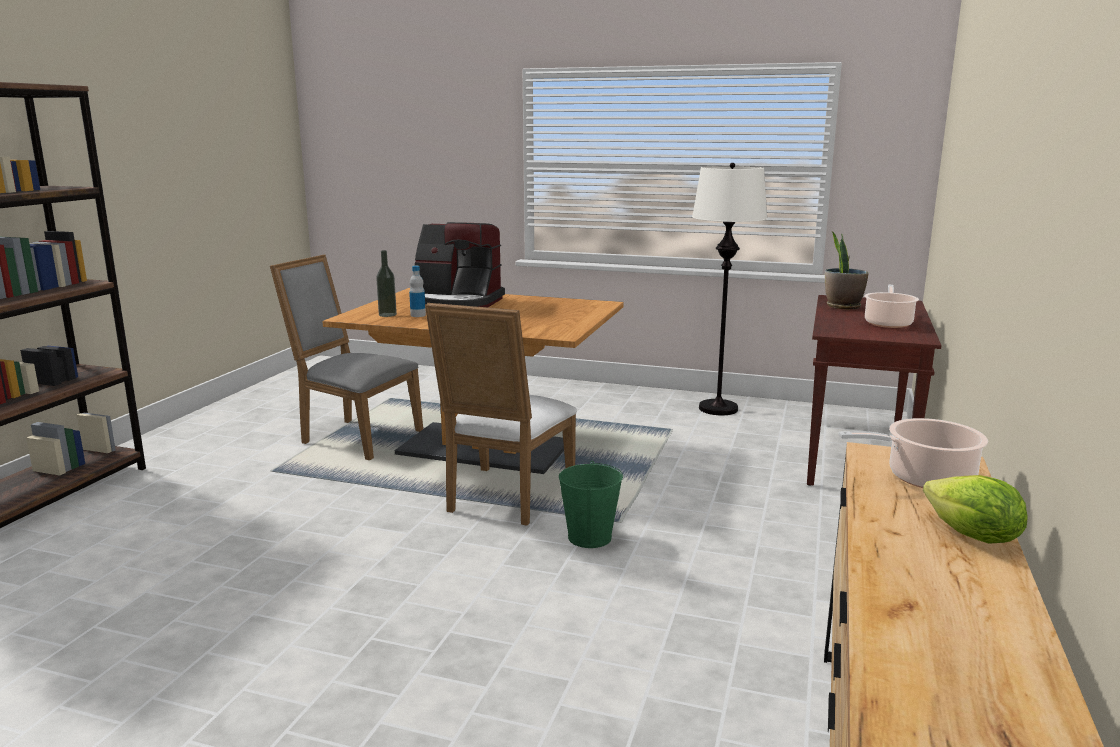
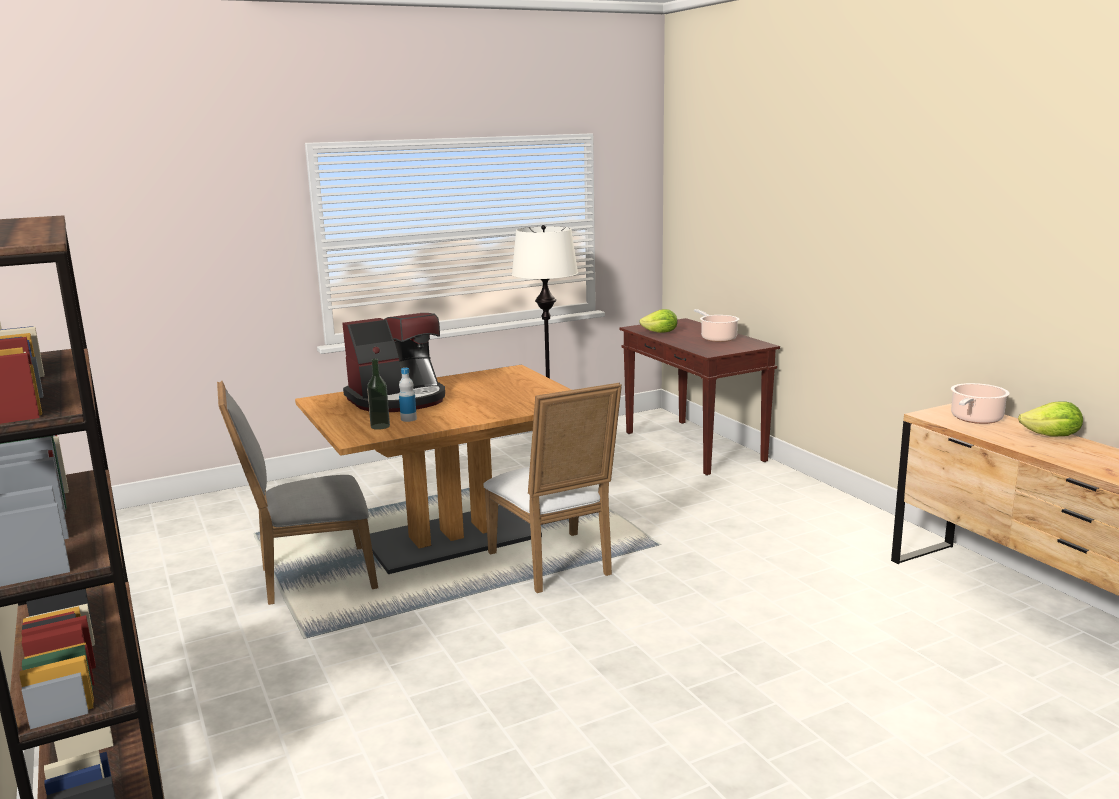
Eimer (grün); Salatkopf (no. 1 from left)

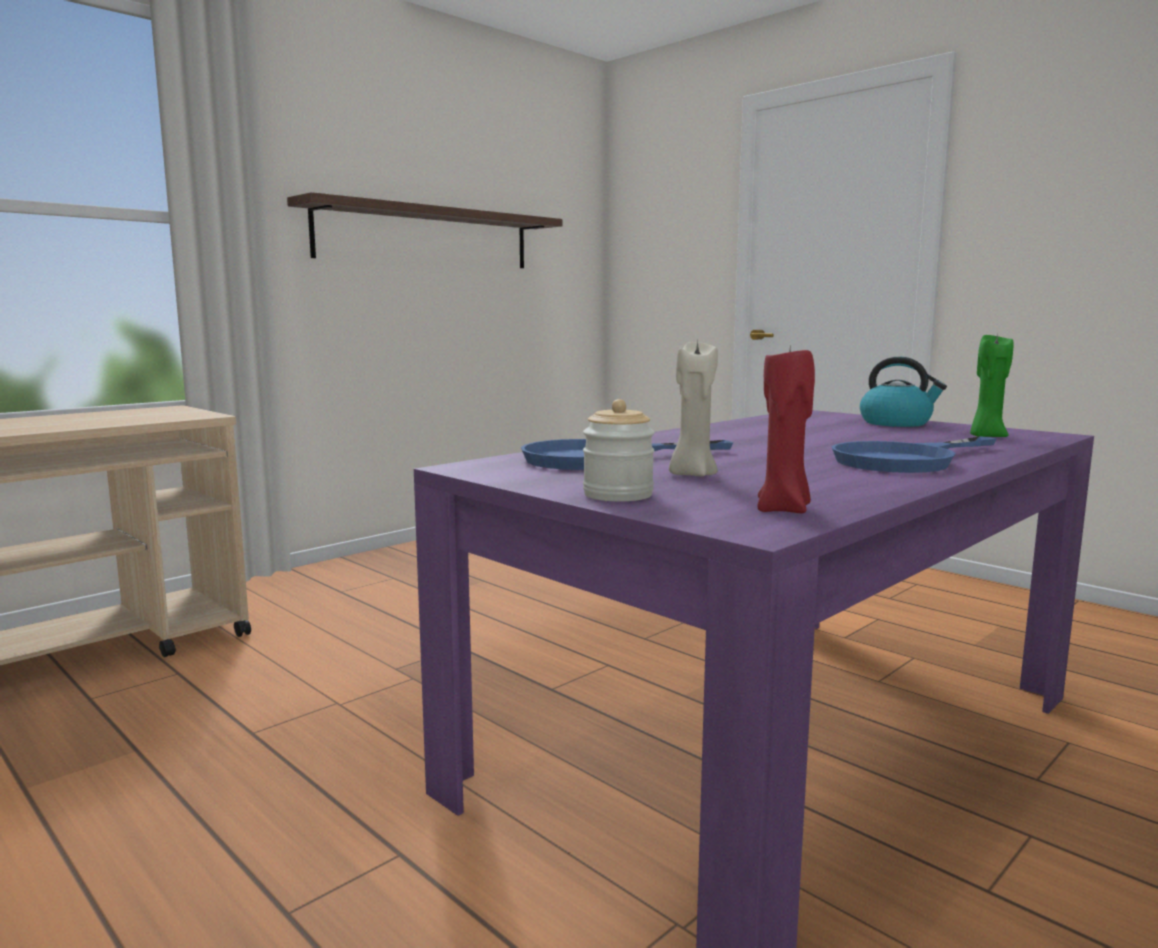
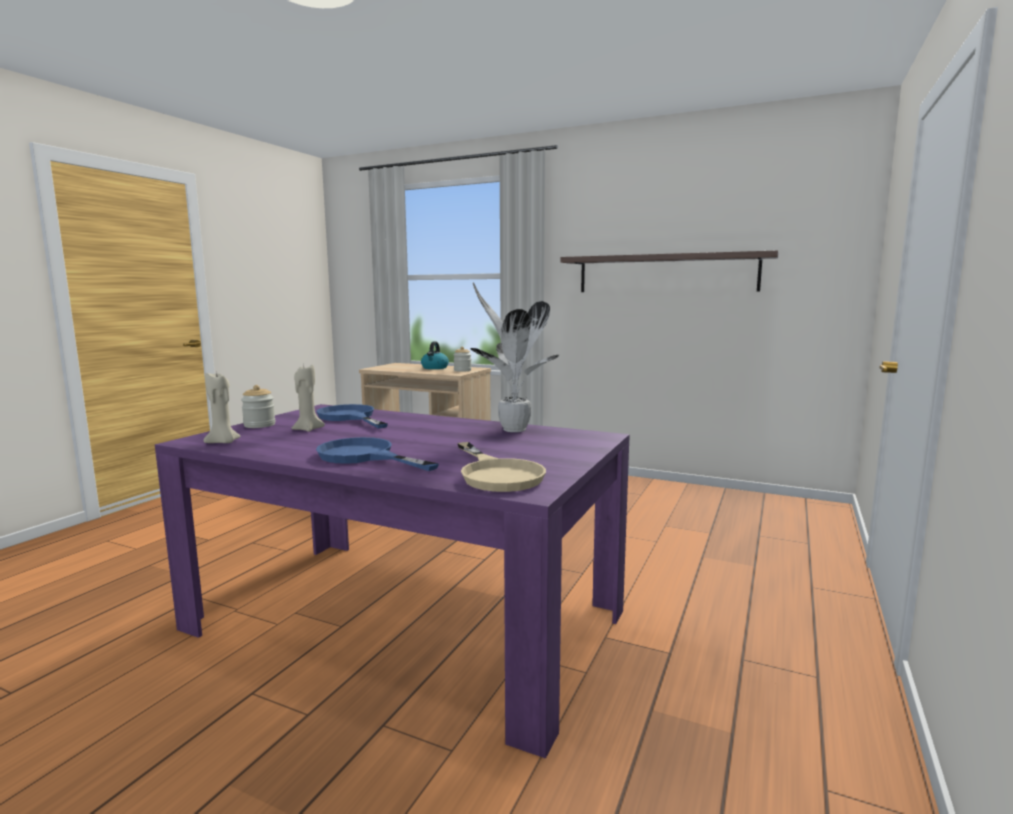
Vorratsglas (no. 2 from left); Topfpflanze; Wasserkessel; Pfanne (beige); Kerze (beige) (no. 1 from left)

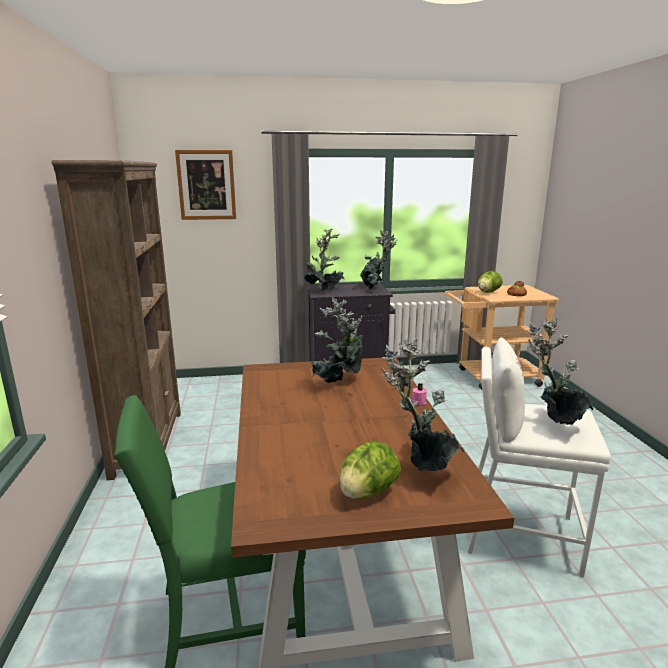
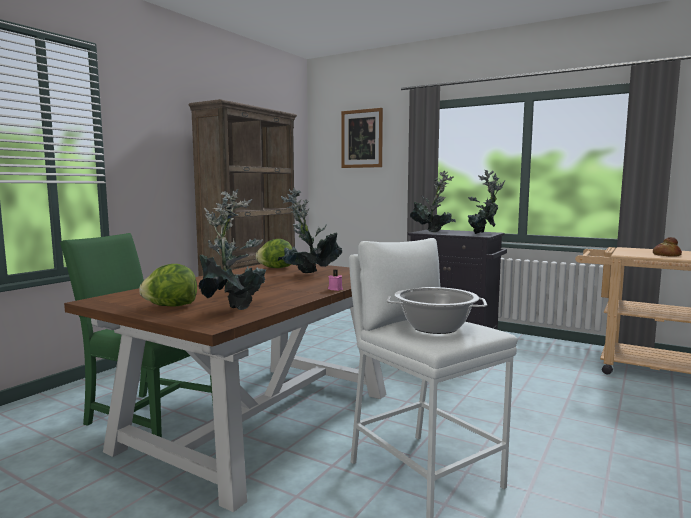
Salatkopf (no. 2 from left); Kochtopf

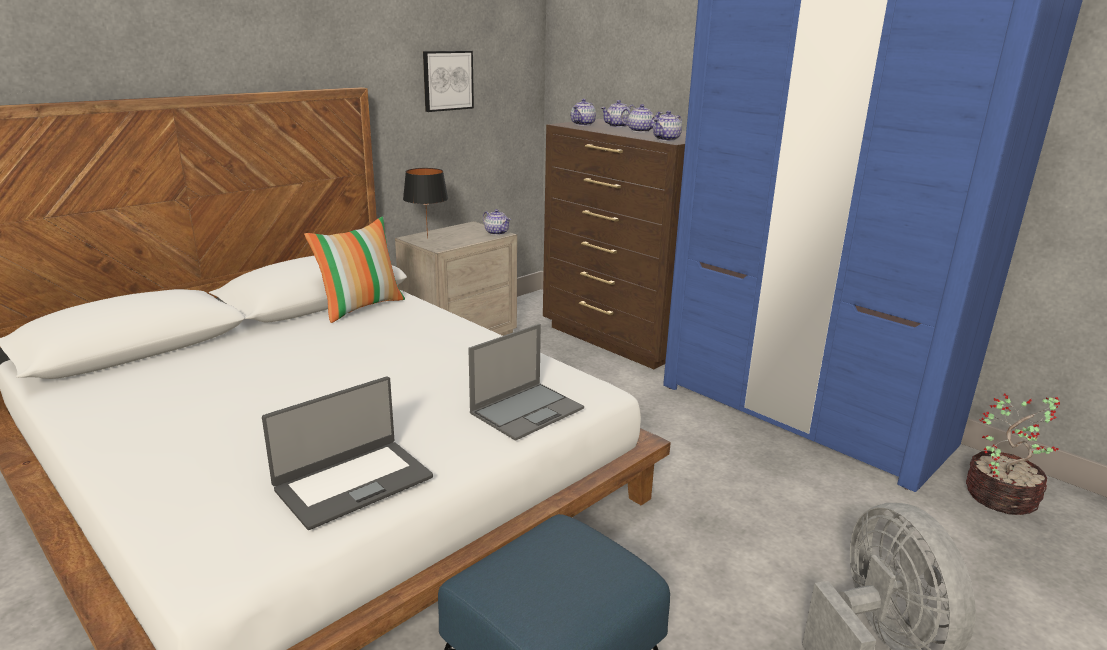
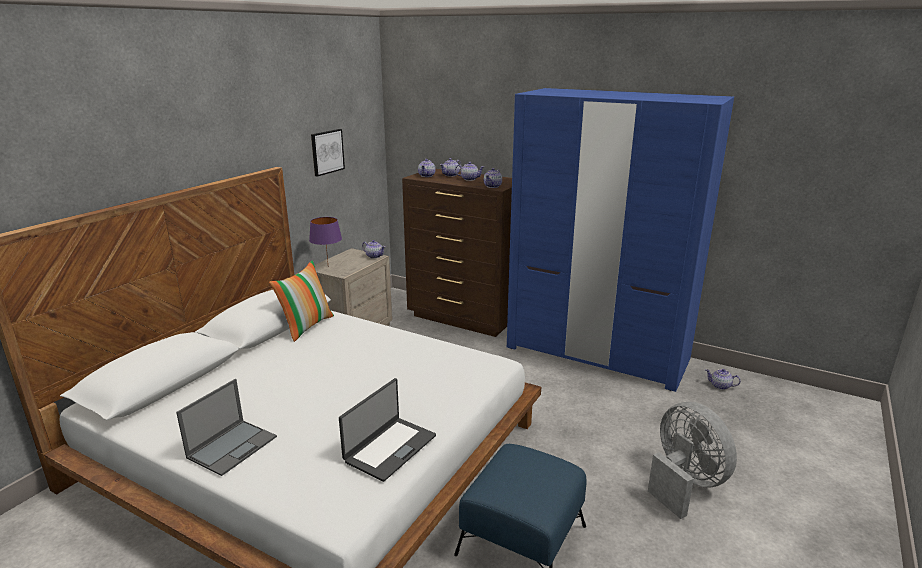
Laptop (no. 1 from left); Teekanne (no. 6 from left); Tischlampe (lila)

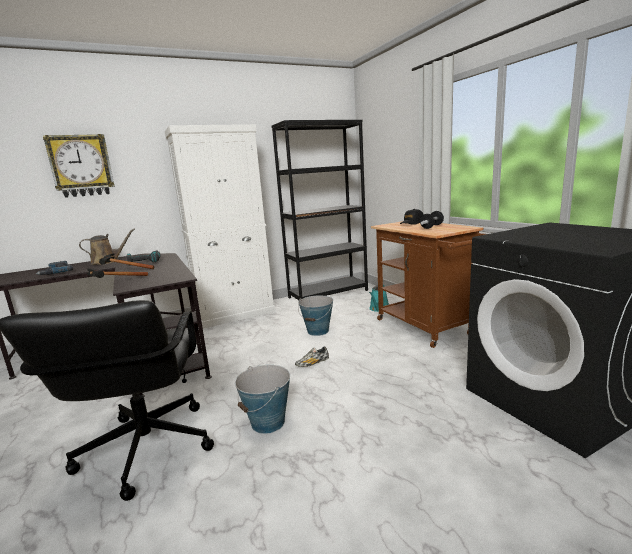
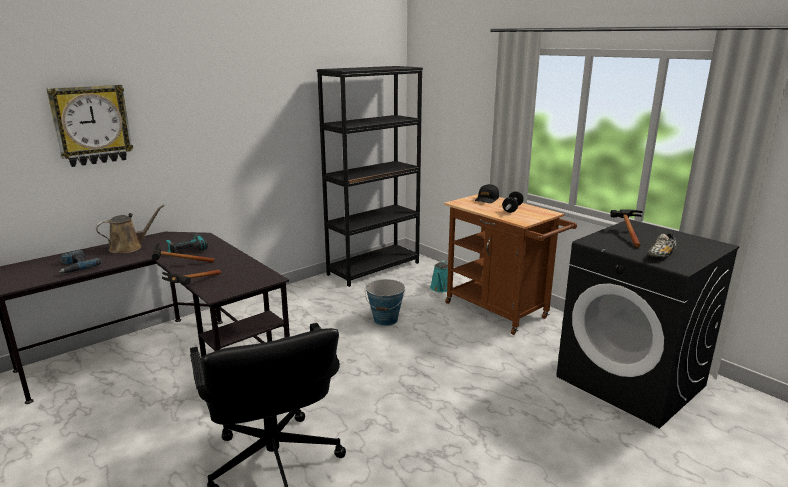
Schrank (weiß); Eimer (no. 1 from left in the first image); Hammer (no. 3 from left); Schuh

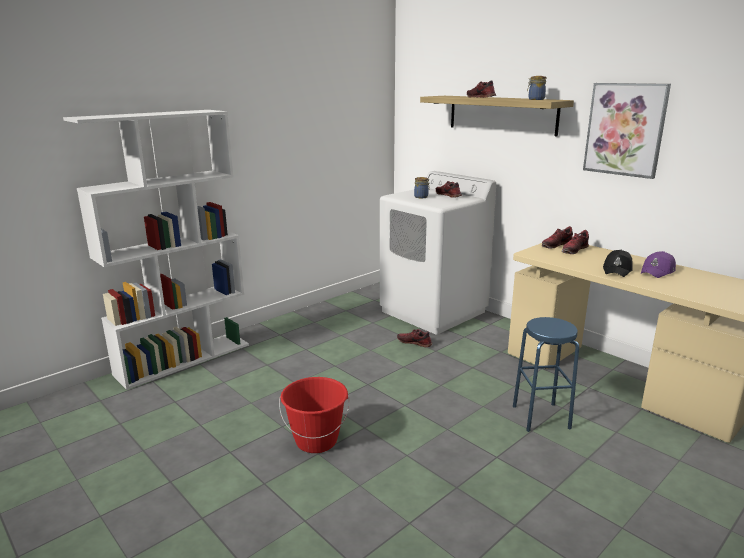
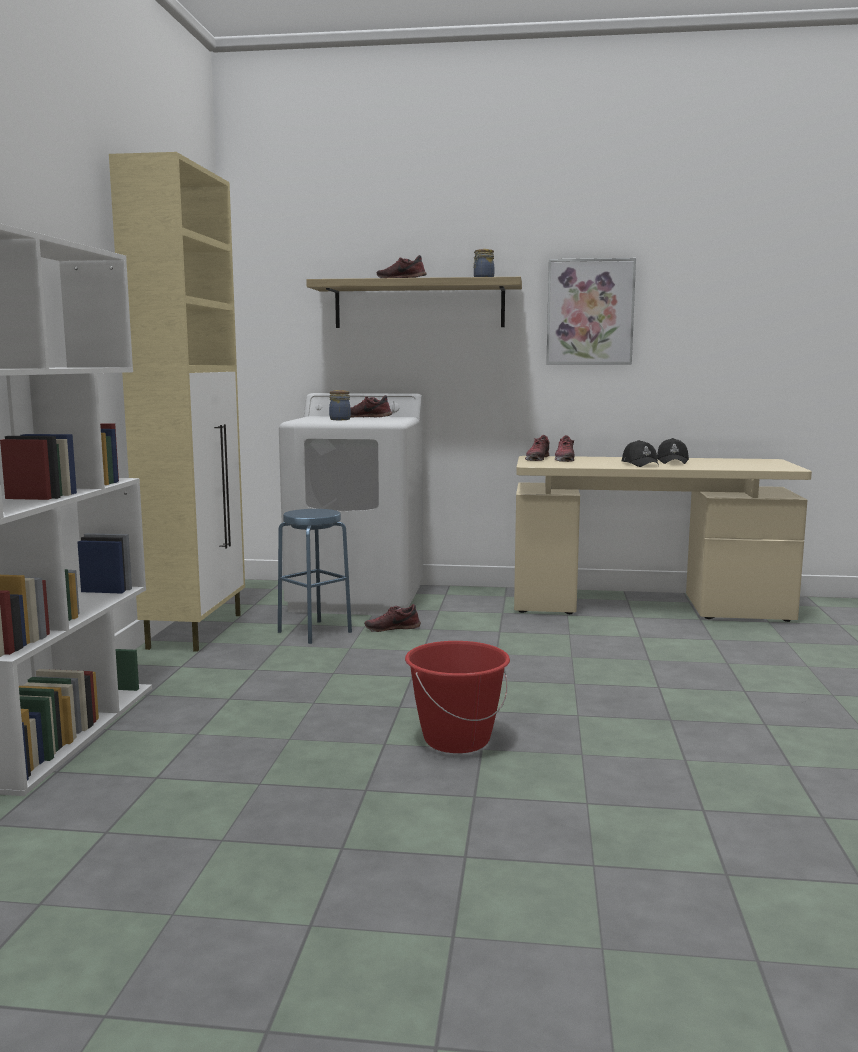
Schrank (beige); Hocker (blau); Kappe (schwarz) (no. 2 from left)

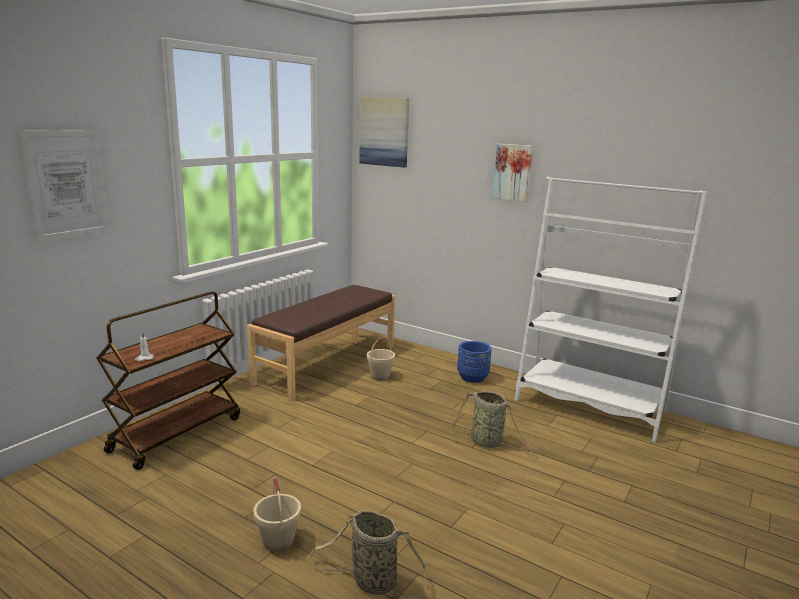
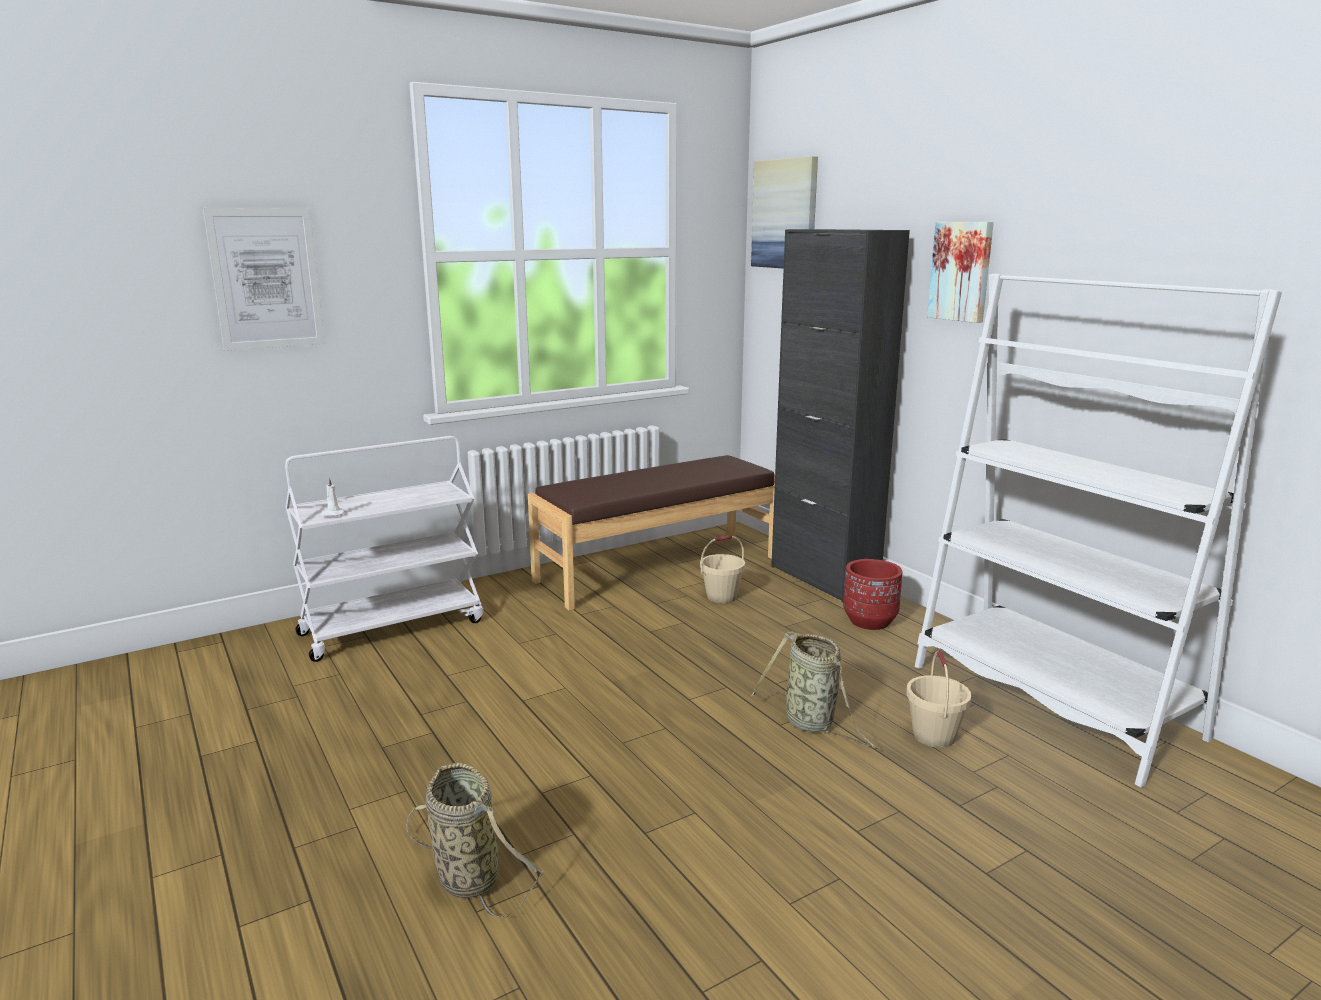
Schrank (schwarz); Eimer (beige) (no. 2 from left); Rollwagen (weiß); Pflanzkübel (rot)

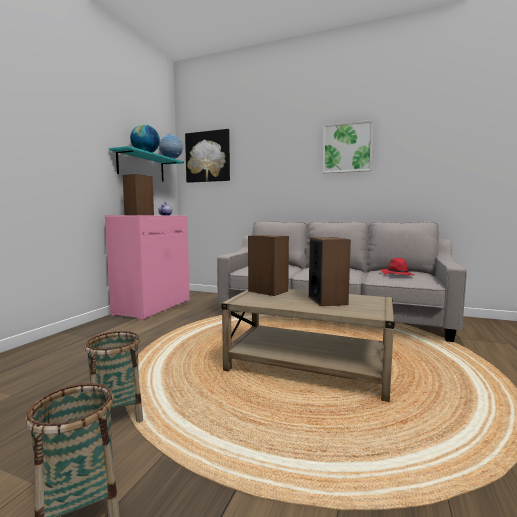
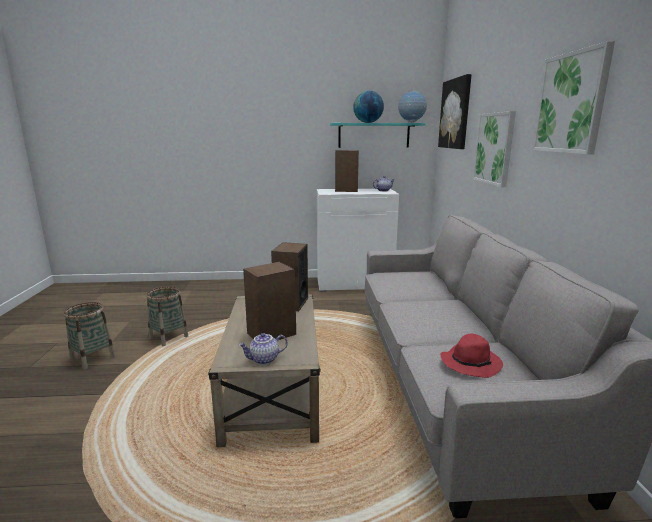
Teekanne (no. 1 from left); Bild (no. 2 from left); Schrank (weiß)

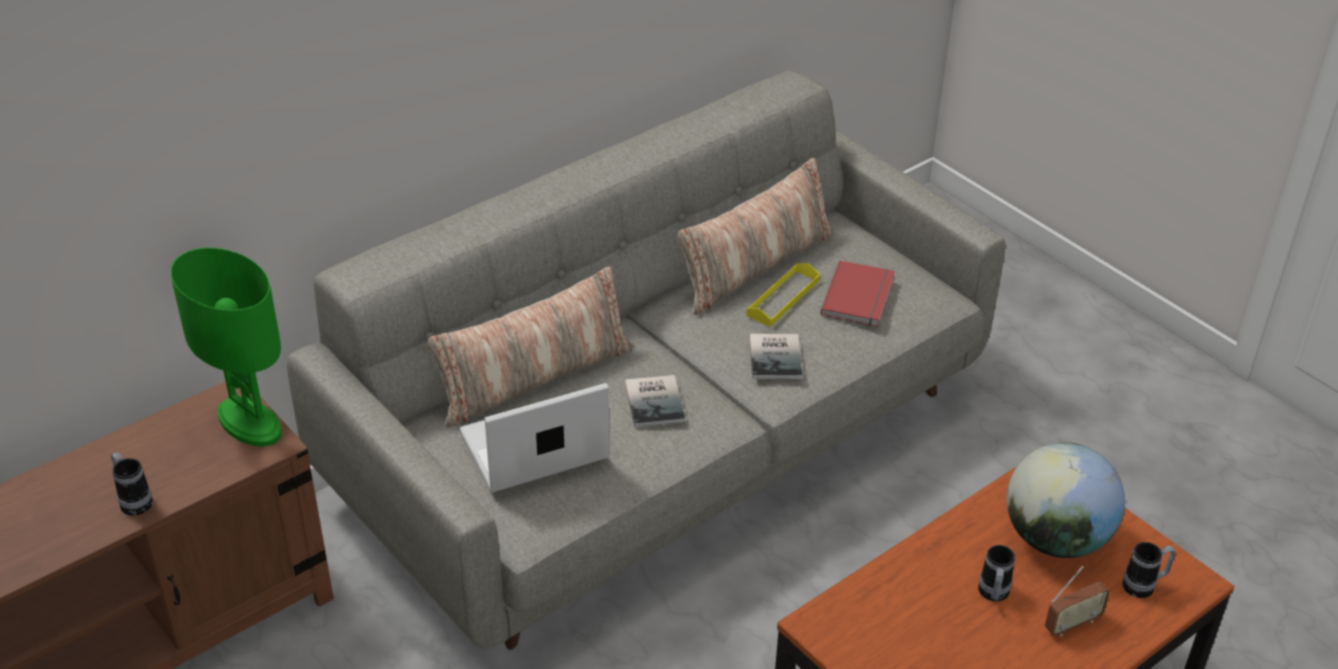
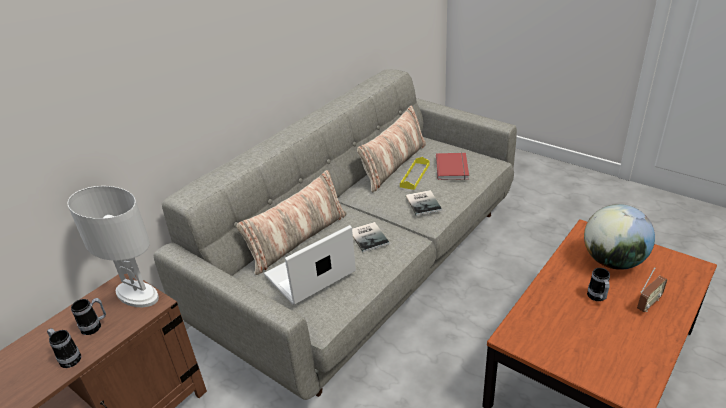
Henkelbecher (no. 2 from left); Tischlampe (weiß)

